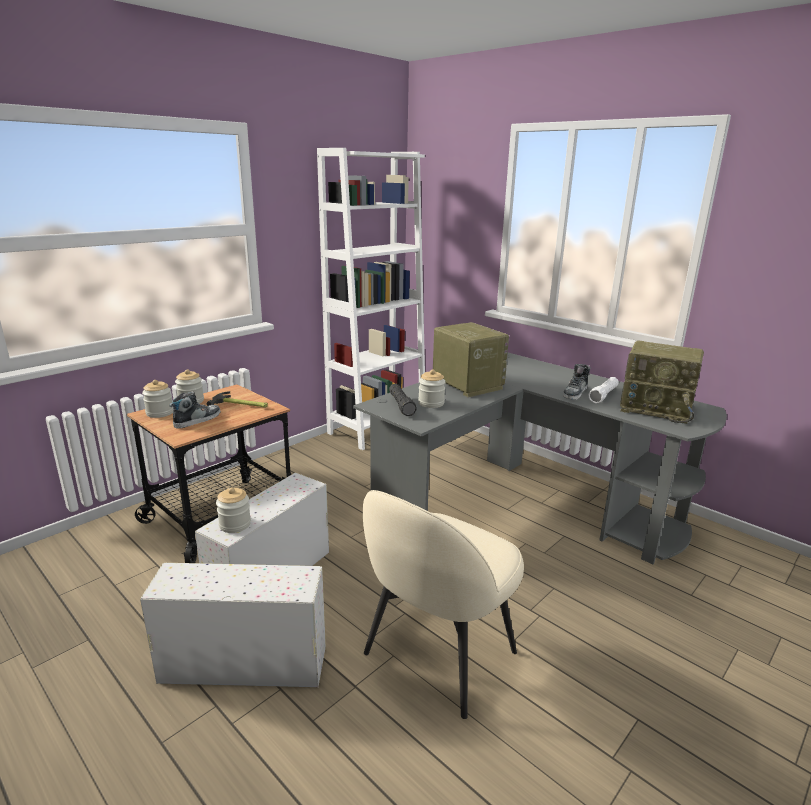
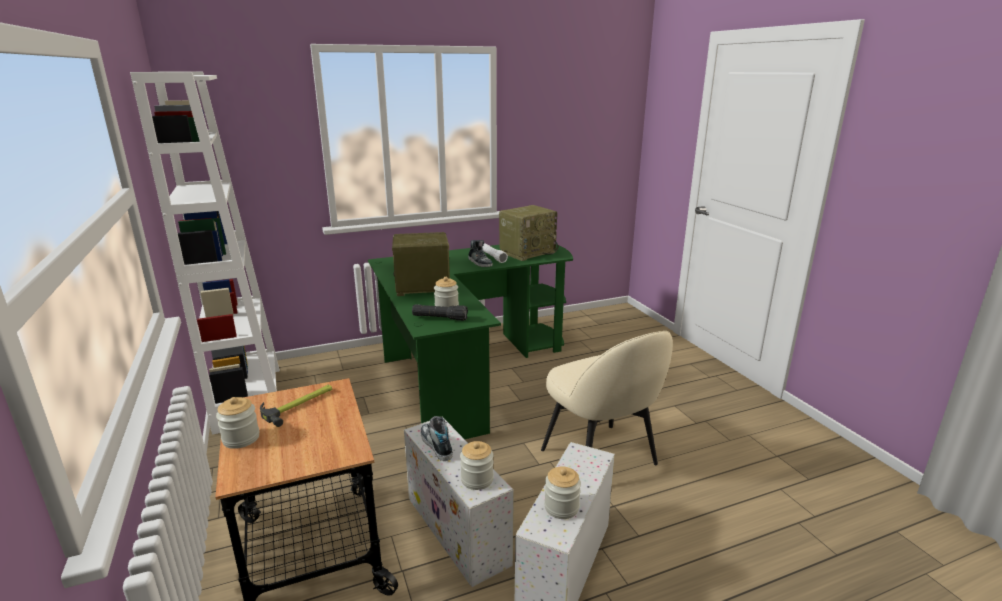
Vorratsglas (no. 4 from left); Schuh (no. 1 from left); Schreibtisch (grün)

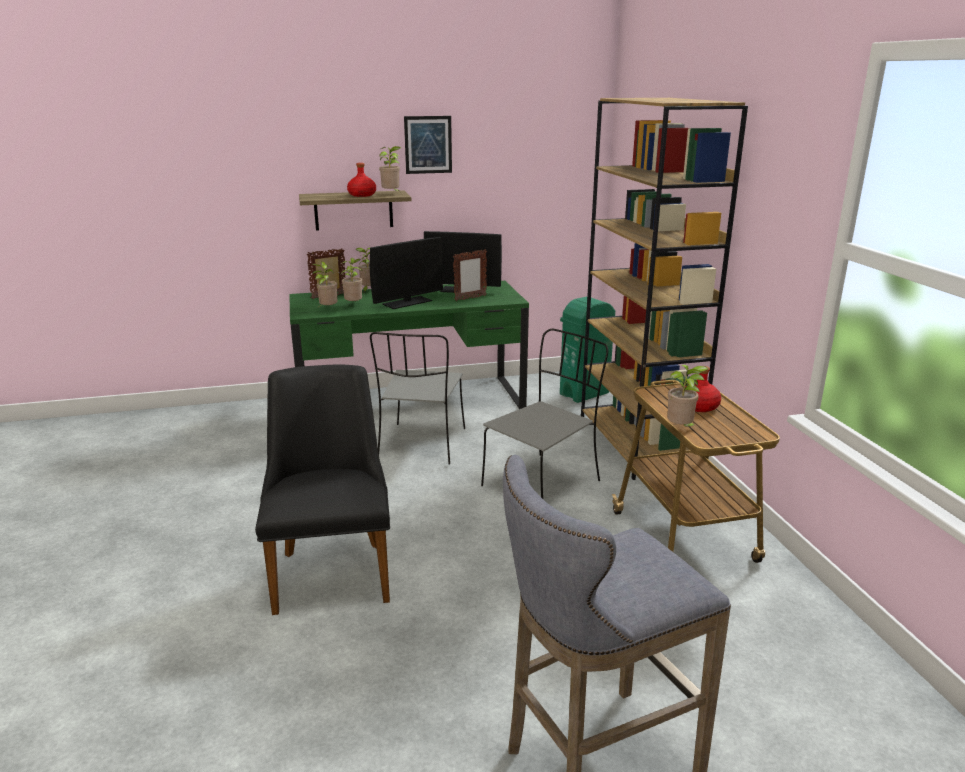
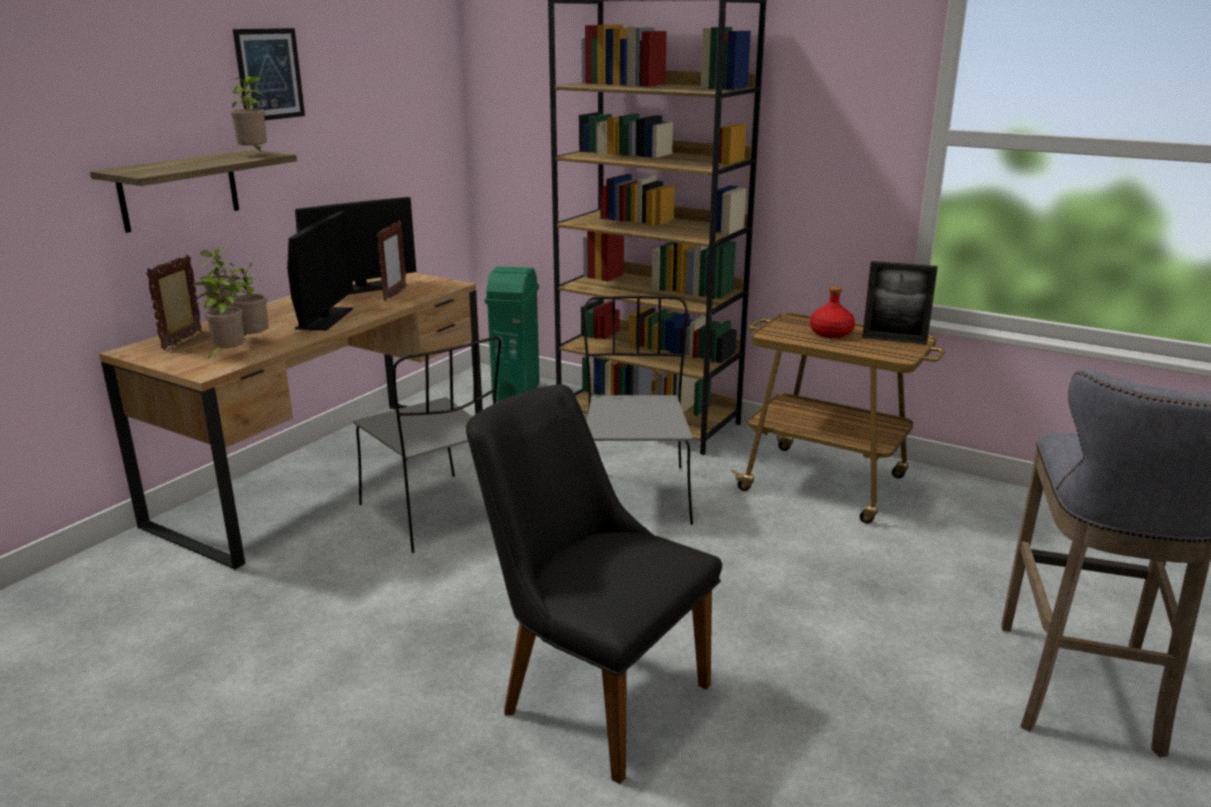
Flasche (rot) (no. 1 from left in the first image); Topfpflanze (no. 5 from left in the first image); Bilderrahmen (no. 3 from left); Schreibtisch (braun)

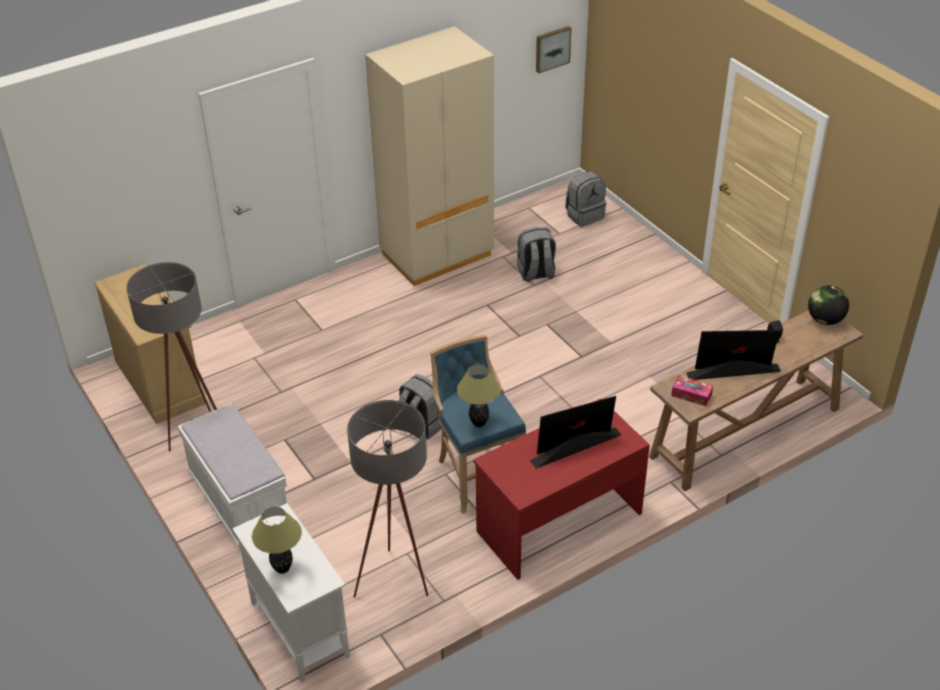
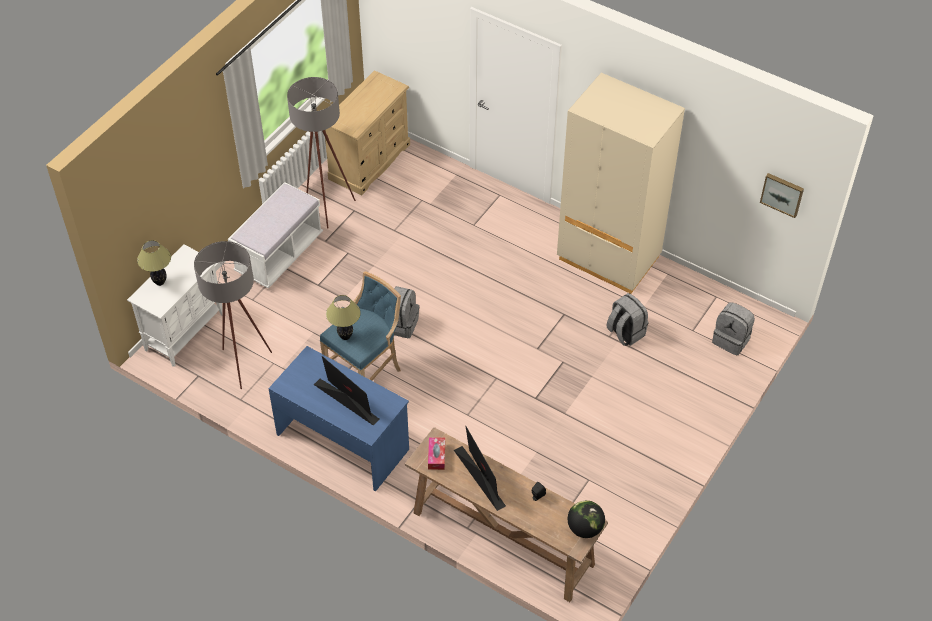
Schreibtisch (blau)

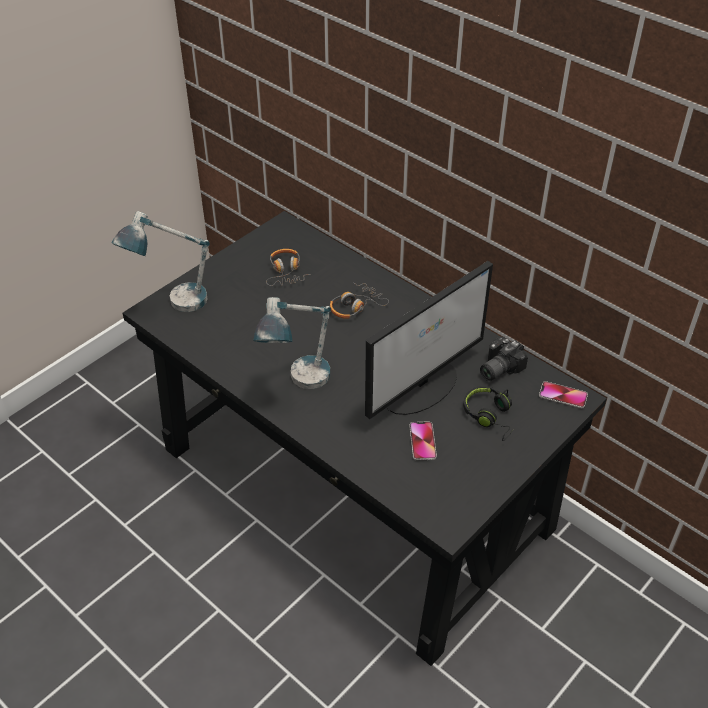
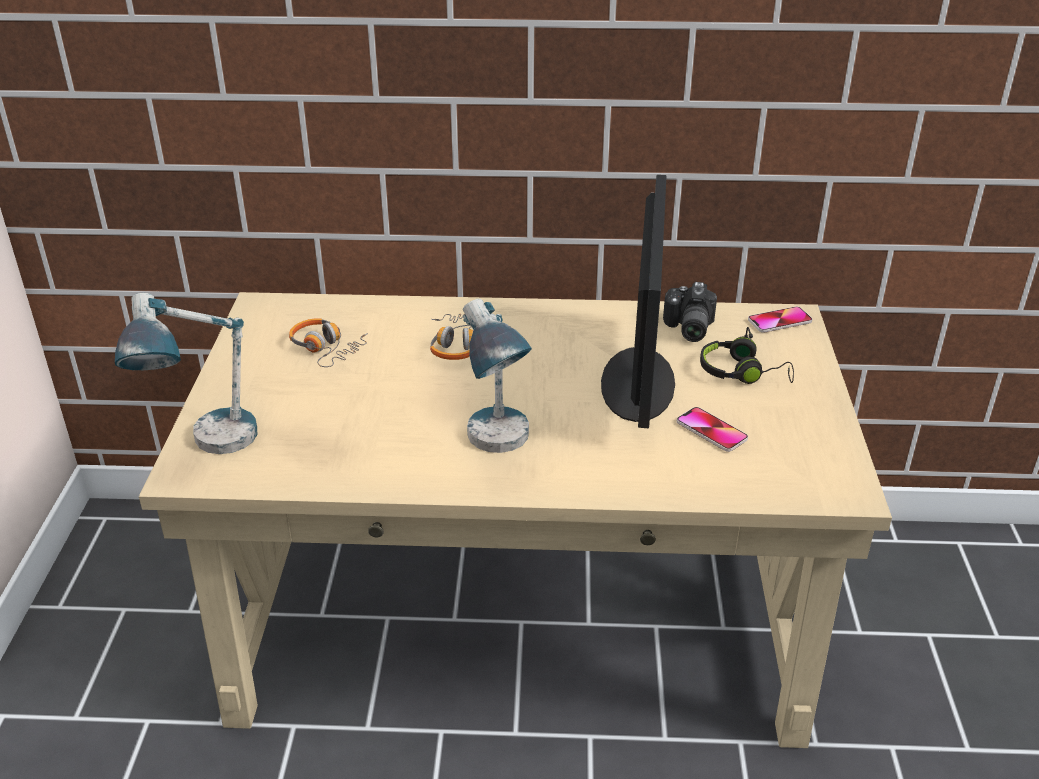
Schreibtisch (beige)

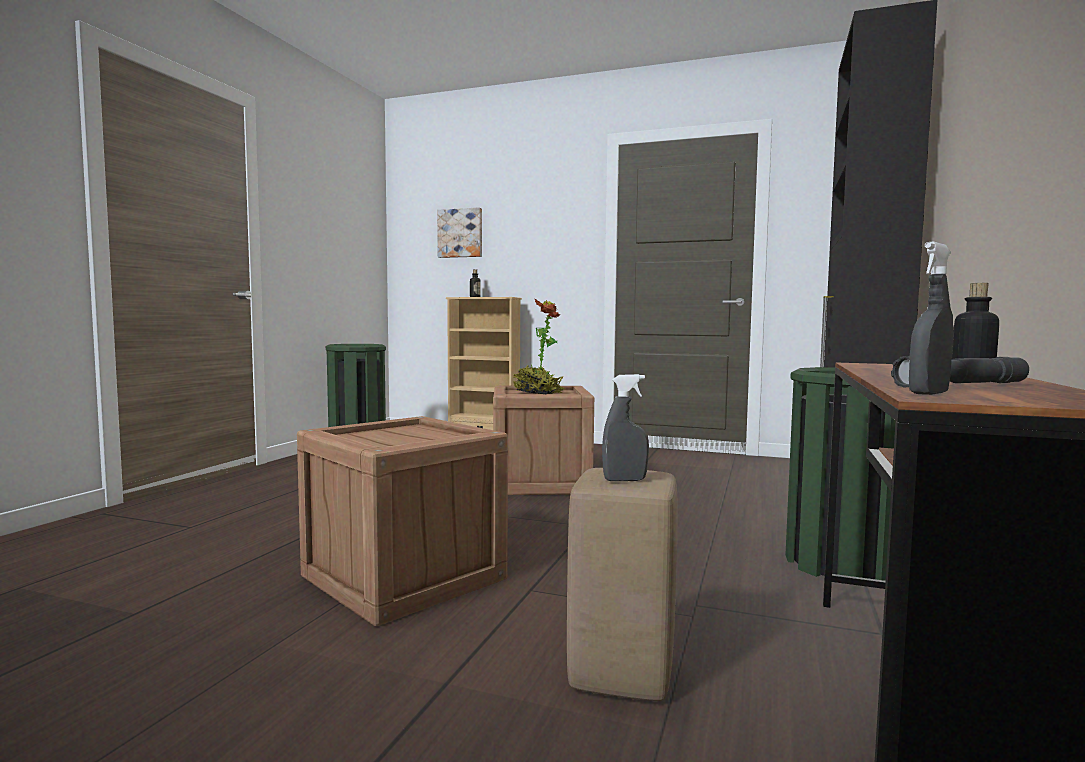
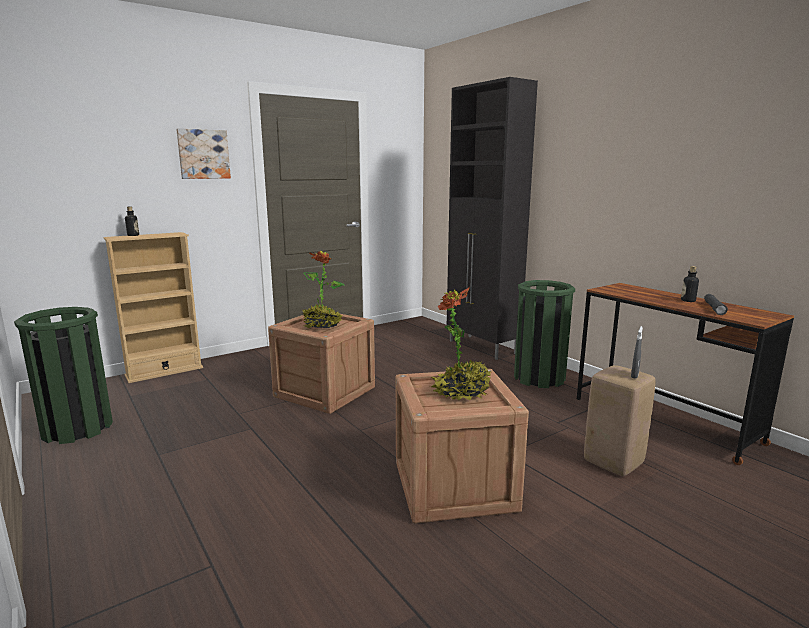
Sprühflasche (grau) (no. 2 from left in the first image); Topfpflanze (no. 2 from left); Bild

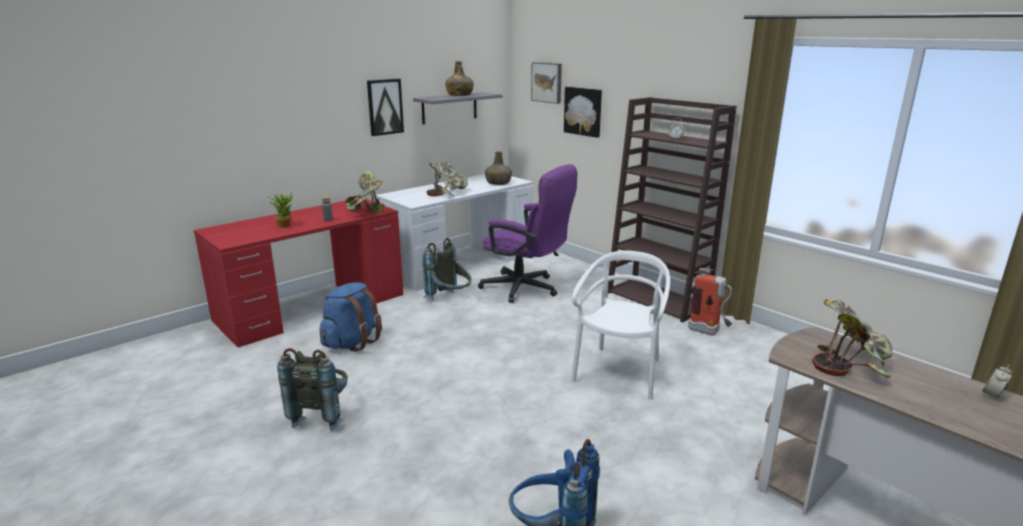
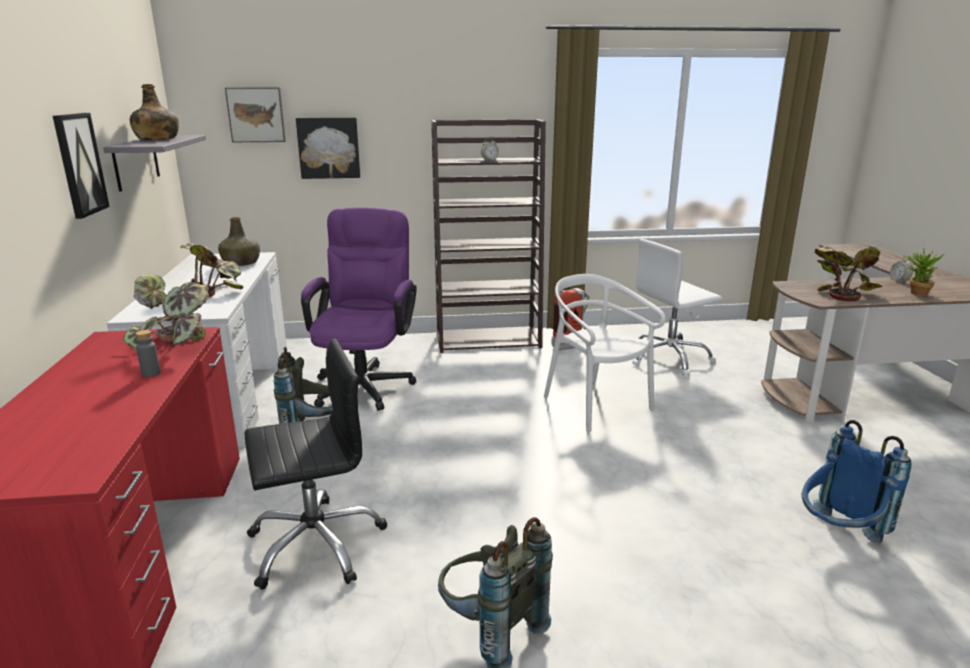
Bürostuhl (weiß); Topfpflanze (no. 4 from left); Bürostuhl (schwarz); Bürostuhl (lila)

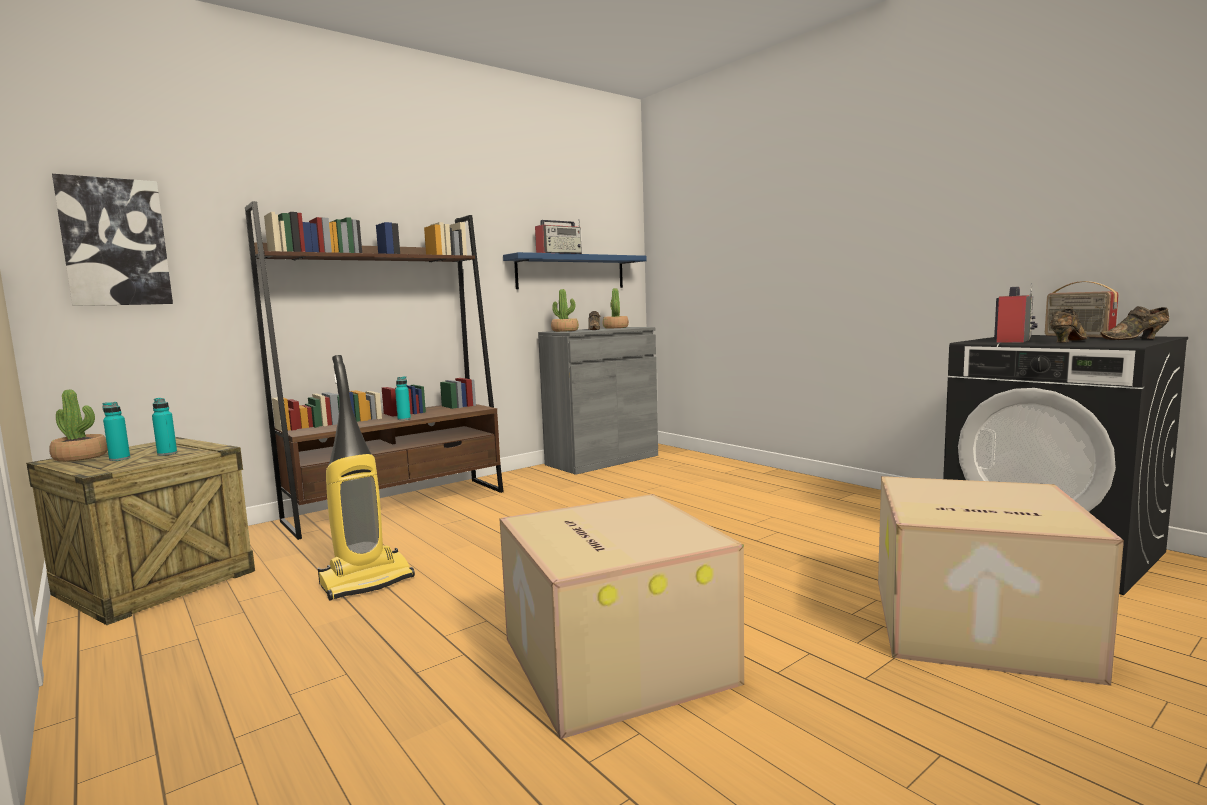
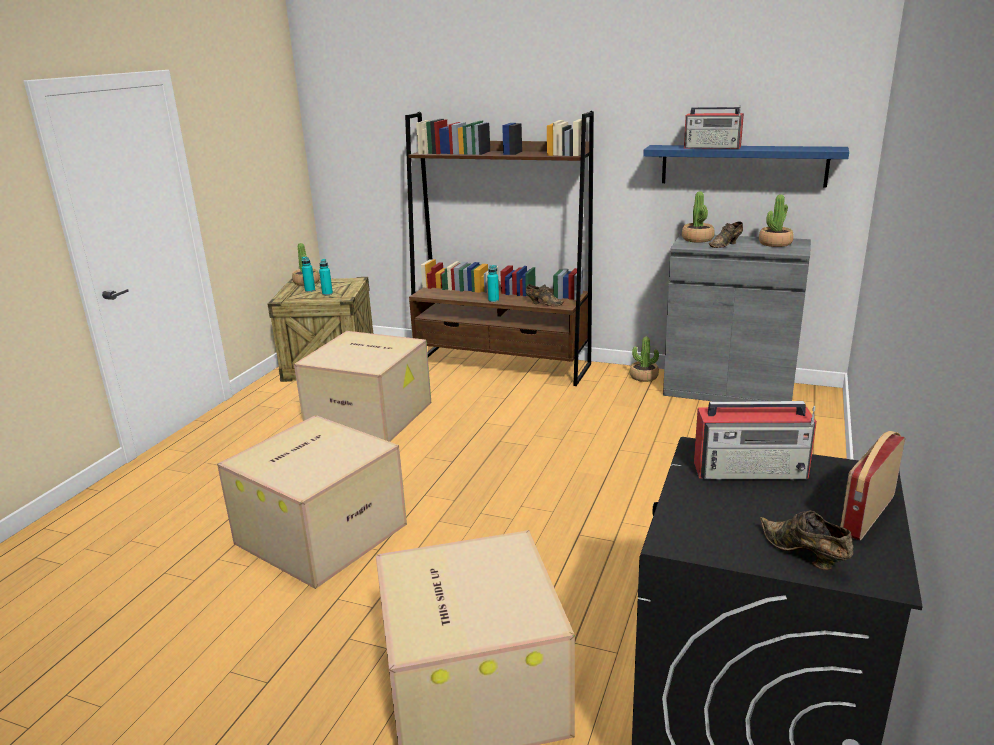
Bild; Topfpflanze (no. 2 from left); Schuh (braun) (no. 1 from left); Karton (no. 2 from left)

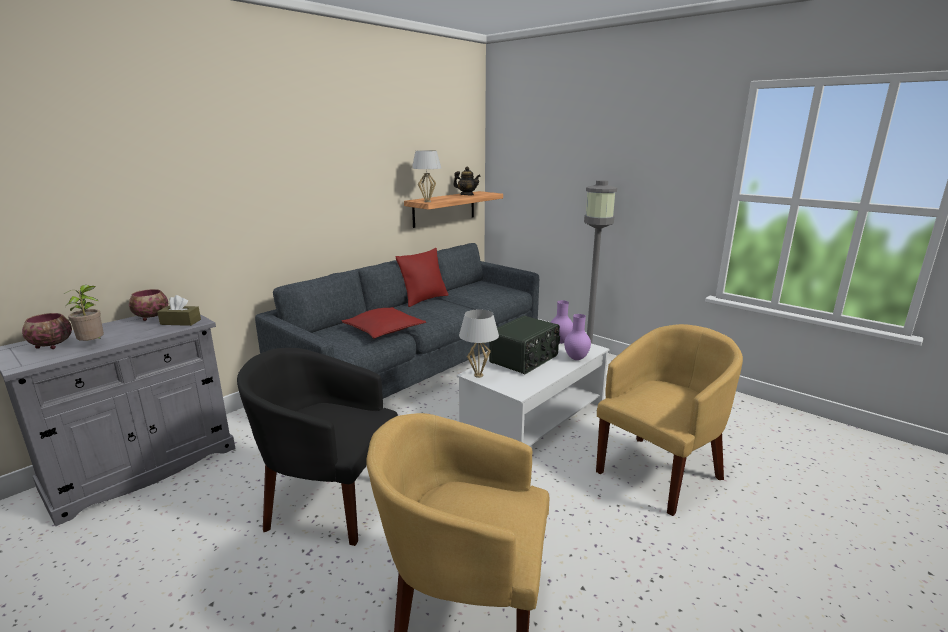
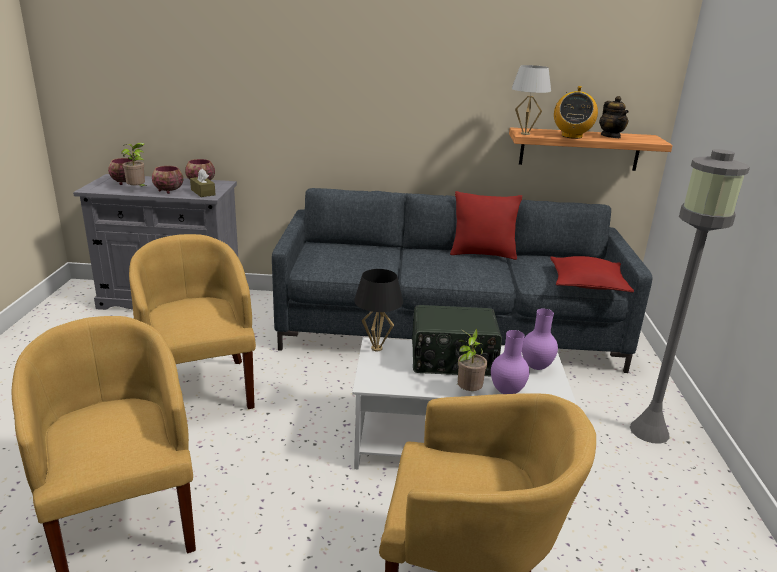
Schüssel (no. 2 from left); Topfpflanze (no. 2 from left); Radio (no. 2 from left); Kissen (rot) (no. 2 from left); Sessel (gelb) (no. 2 from left); Tischlampe (schwarz)

